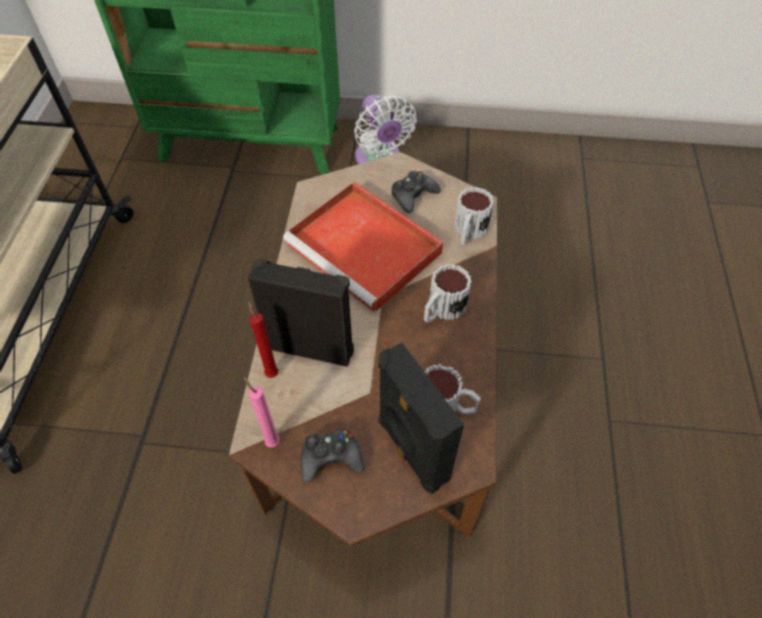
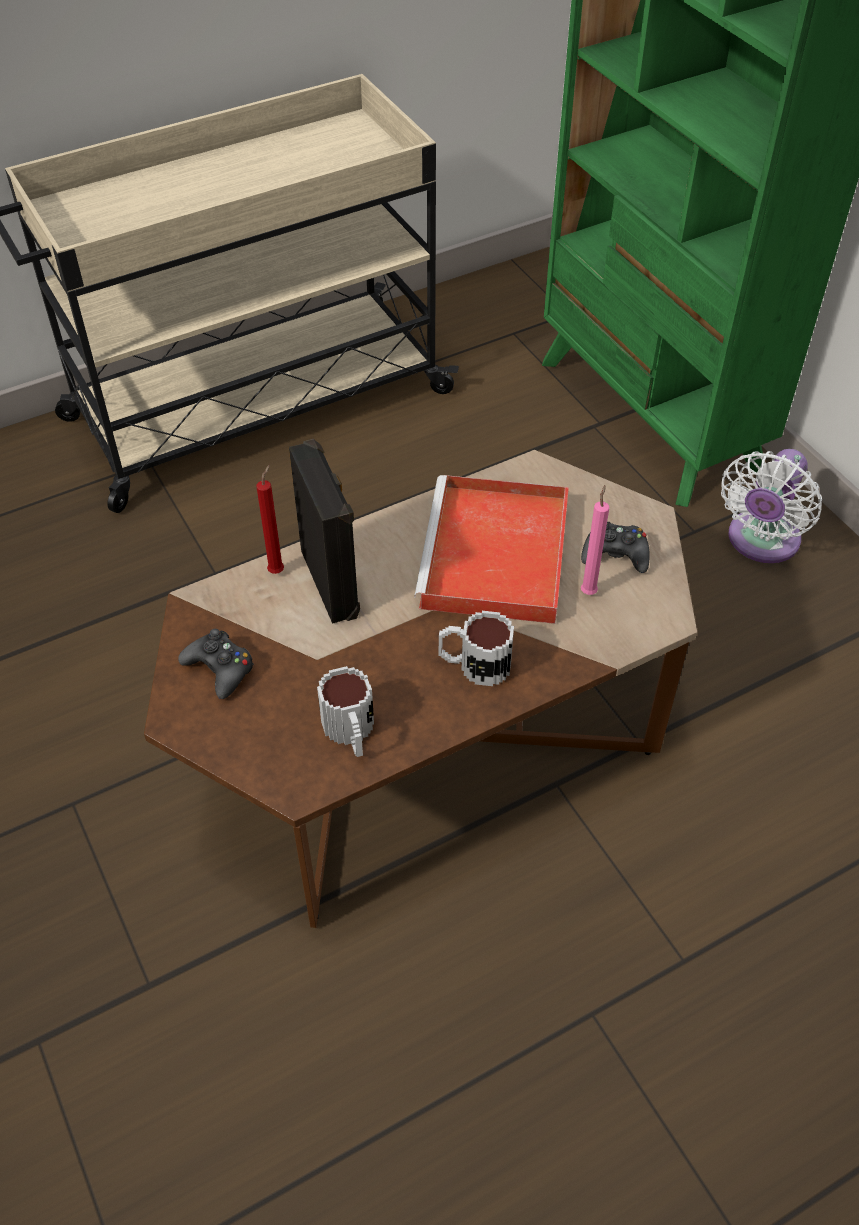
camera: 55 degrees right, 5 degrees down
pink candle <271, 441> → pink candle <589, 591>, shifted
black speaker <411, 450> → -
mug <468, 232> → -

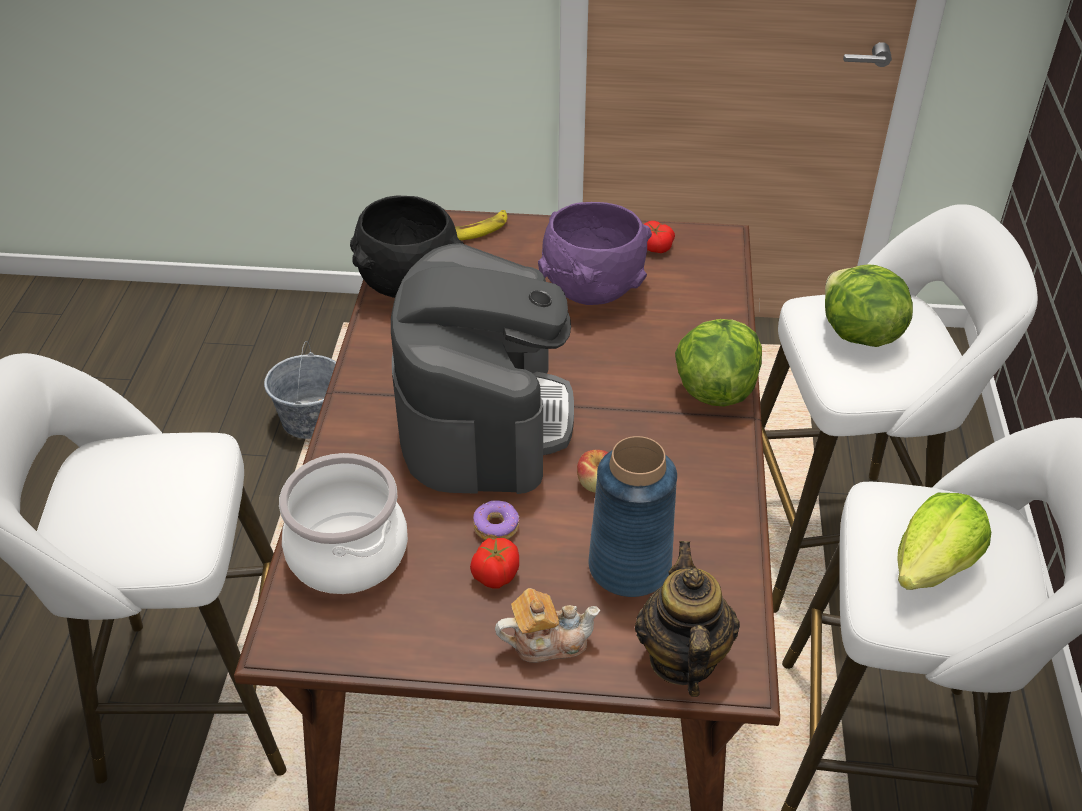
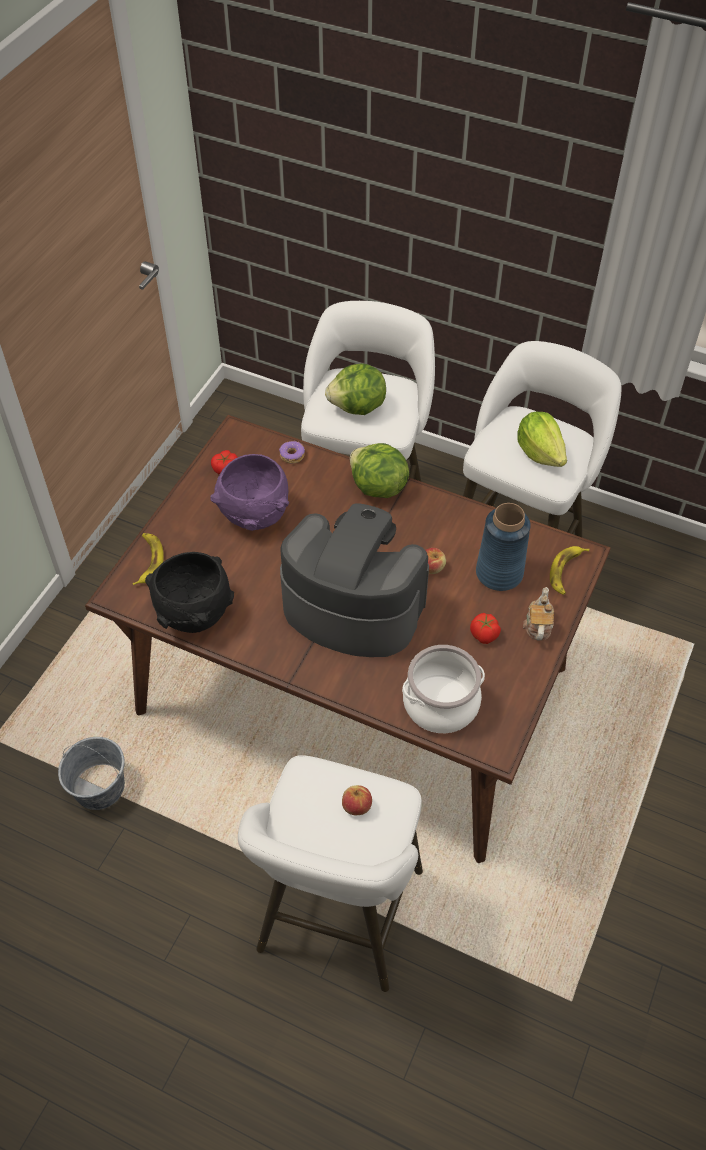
camera: 70 degrees left, 10 degrees up
donut <496, 526> → donut <292, 455>, shifted
teapot <681, 658> → banana <566, 571>
- → apple <356, 806>

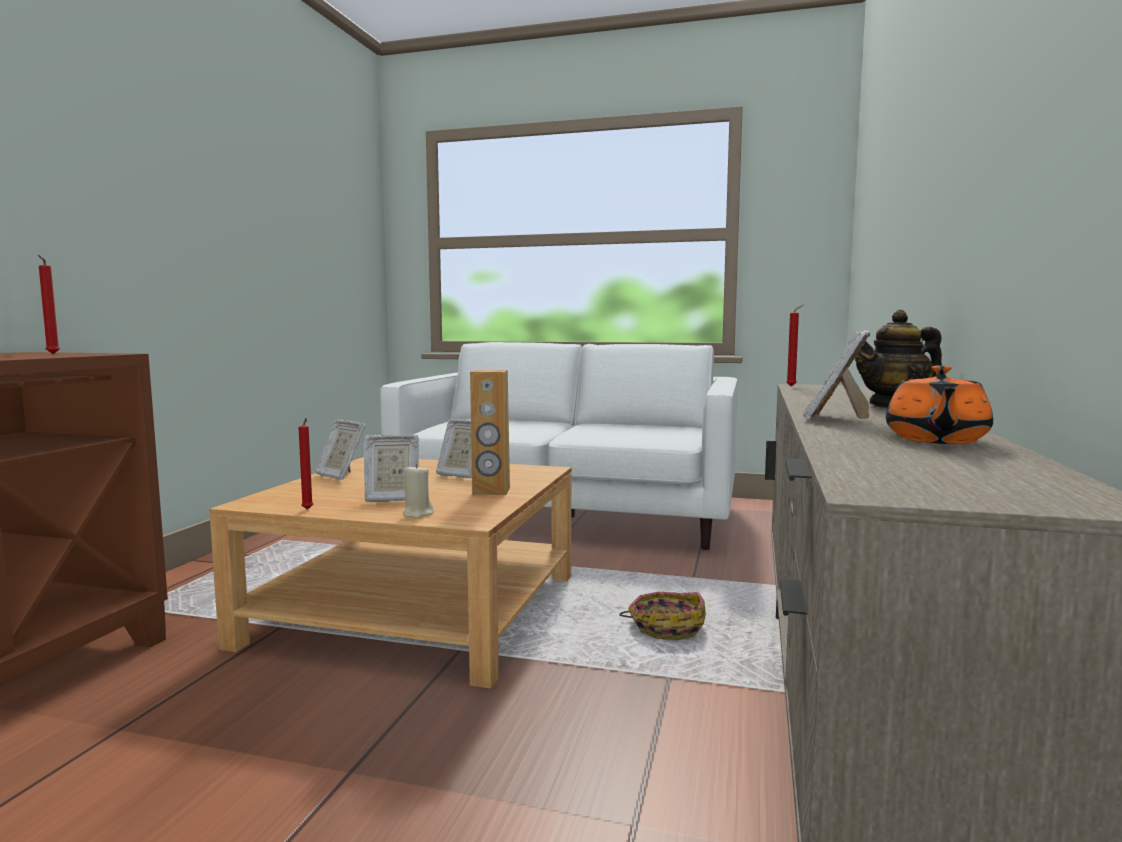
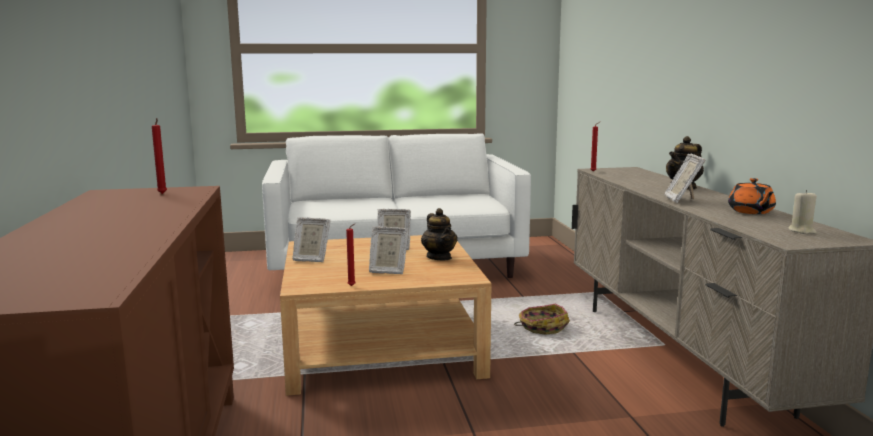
camera: 25 degrees left, 5 degrees up
picture frame <391, 498> → picture frame <387, 271>, 45 degrees clockwise
beige candle <417, 514> → beige candle <802, 231>, shifted
brown speaker <491, 491> → teapot <439, 257>

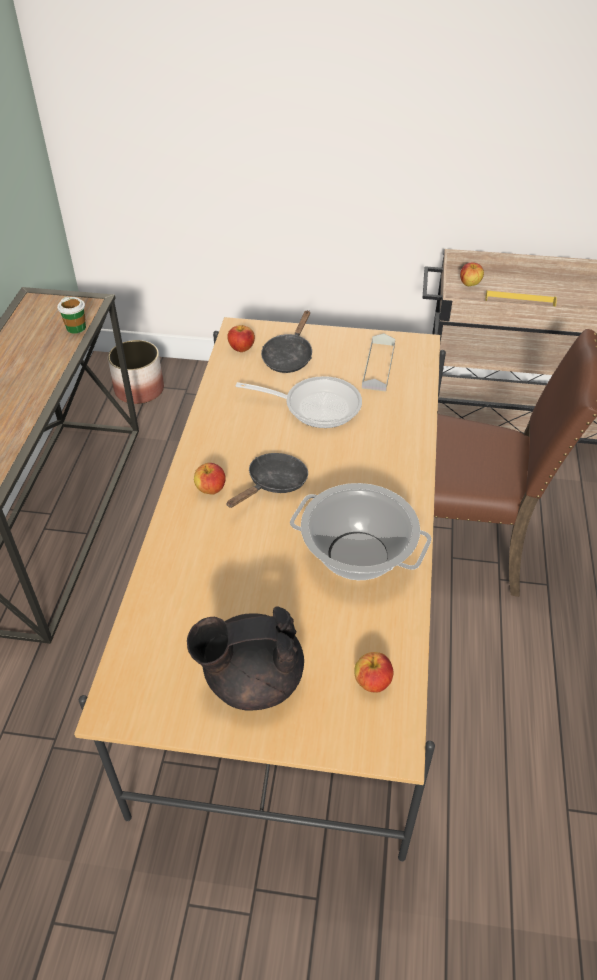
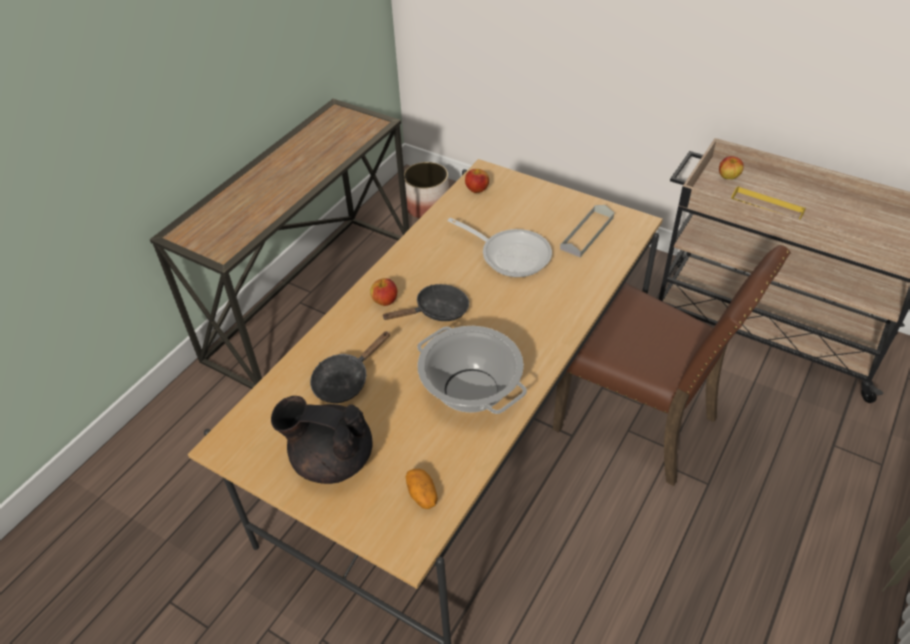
camera: 25 degrees right, 0 degrees up
cup <76, 328> → -
black frying pan <289, 356> → black frying pan <345, 380>, shifted
apple <372, 682> → potato <422, 495>

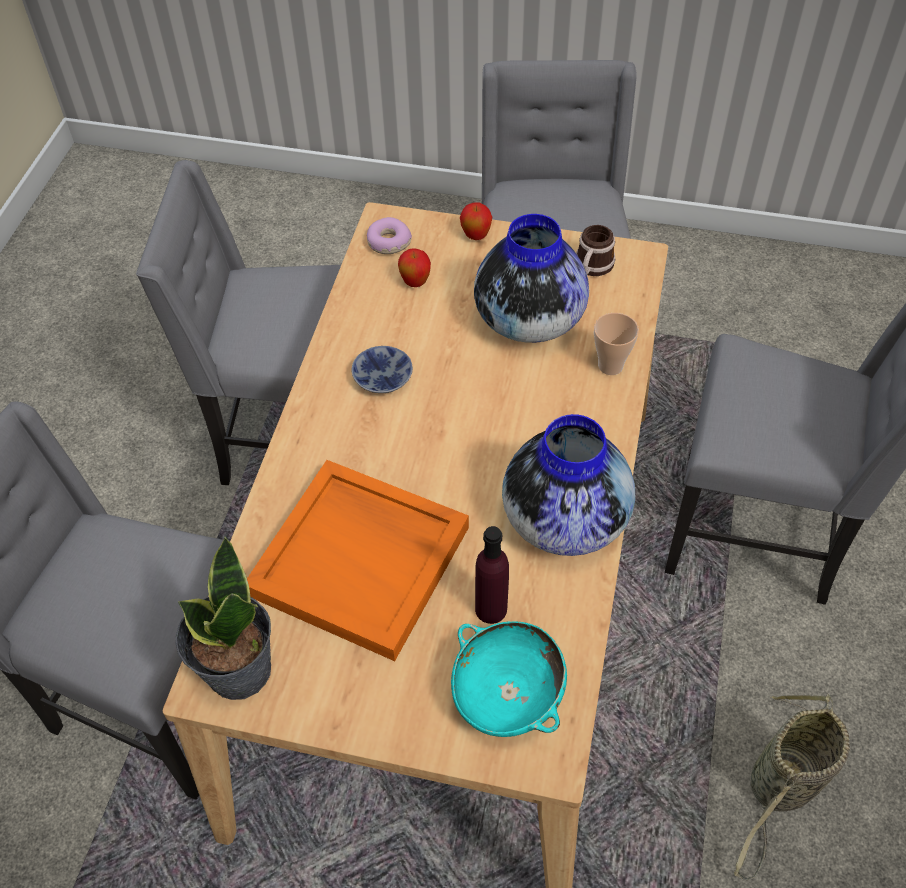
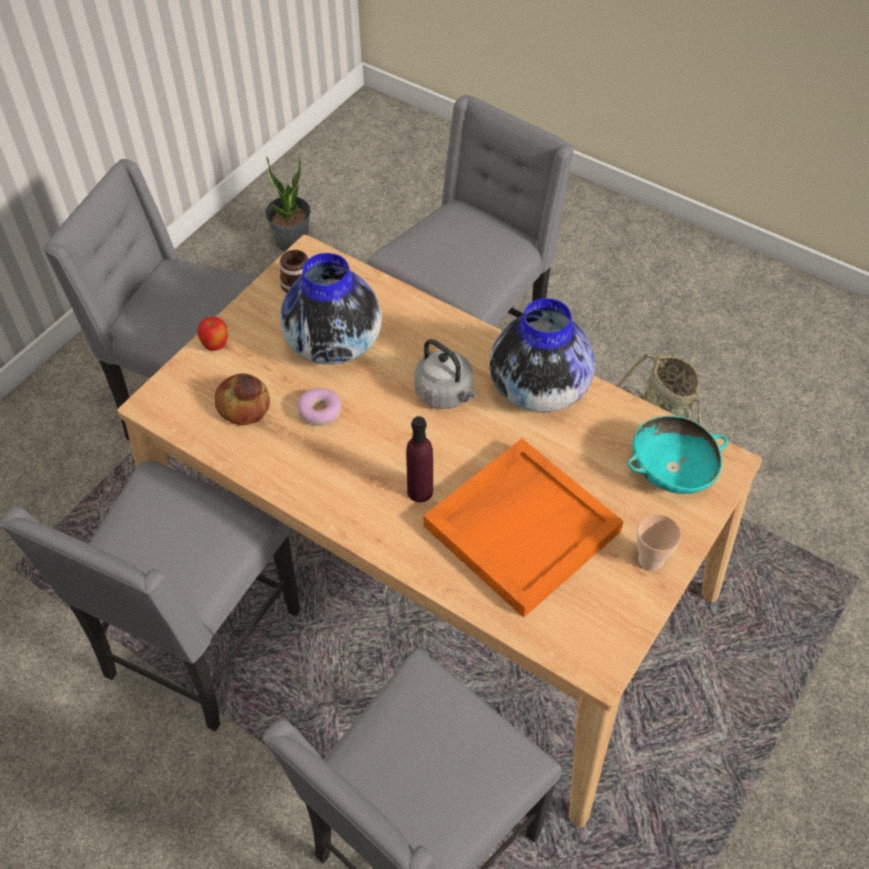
camera: 70 degrees left, 0 degrees up
potted plant <238, 670> → potted plant <292, 241>, shifted
bowl <380, 378> → -
donut <388, 242> → donut <320, 412>, shifted
apple <415, 283> → bread <244, 405>
purple bottle <491, 609> → purple bottle <420, 491>, shifted
cup <610, 366> → cup <650, 560>, shifted
- → grey kettle <446, 394>

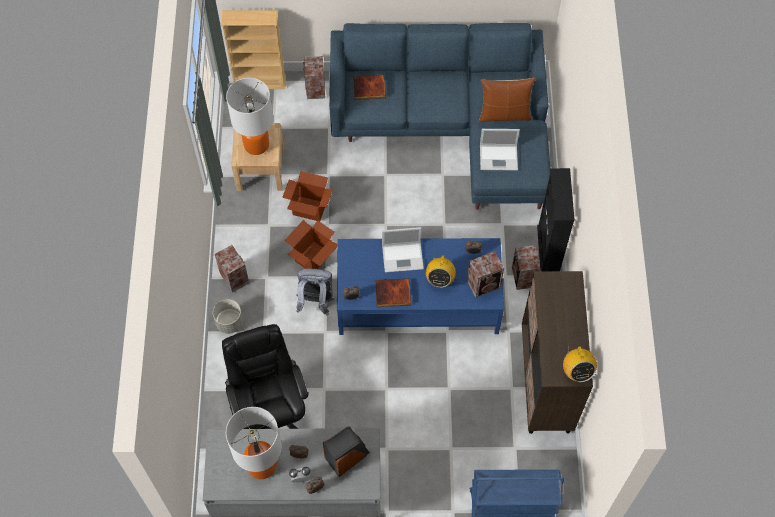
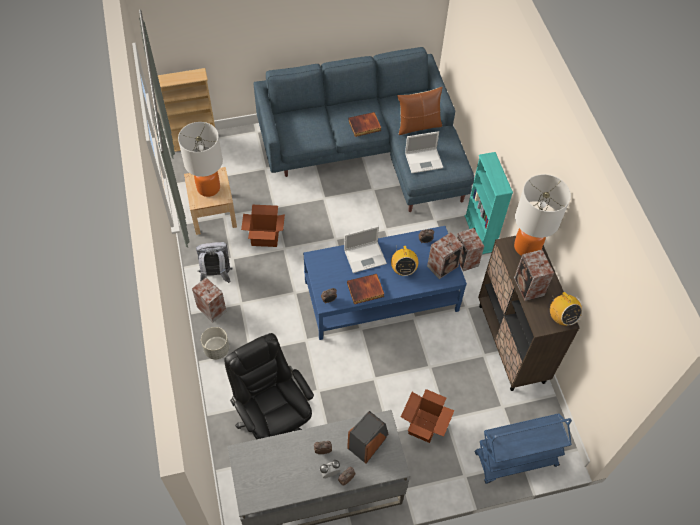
camera: 15 degrees left, 5 degrees down
table lamp <262, 465> → table lamp <527, 247>, shifted
cardboard box <313, 257> → cardboard box <424, 426>, shifted
grey backpack <316, 301> → grey backpack <216, 275>, shifted
speaker <315, 89> → speaker <529, 288>, shifted
book <369, 89> → book <364, 126>, shifted
black bookcase <548, 249> → turquoise bookcase <479, 233>

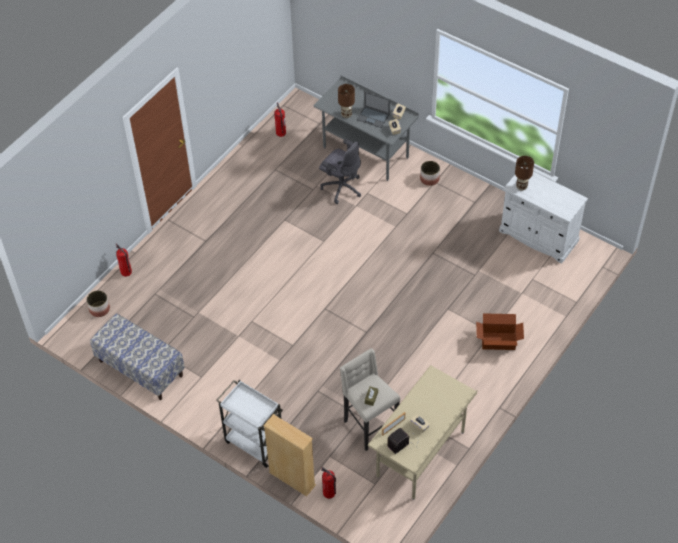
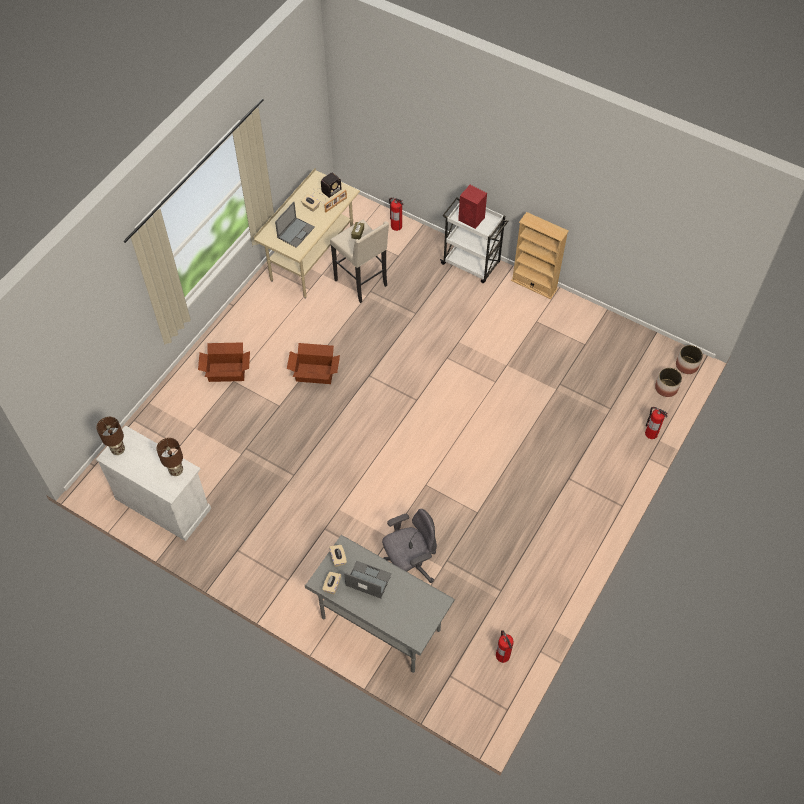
camera: 175 degrees right, 5 degrees up
bench <140, 368> → -
beige bookcase <292, 479> → beige bookcase <534, 285>, shifted
grey office chair <341, 187> → grey office chair <410, 565>, 120 degrees clockwise
brown table lamp <346, 115> → brown table lamp <118, 449>, shifted
planter <429, 179> → planter <687, 365>, shifted
- → laptop <296, 232>
- → cardboard box <315, 374>
- → red speaker <472, 219>

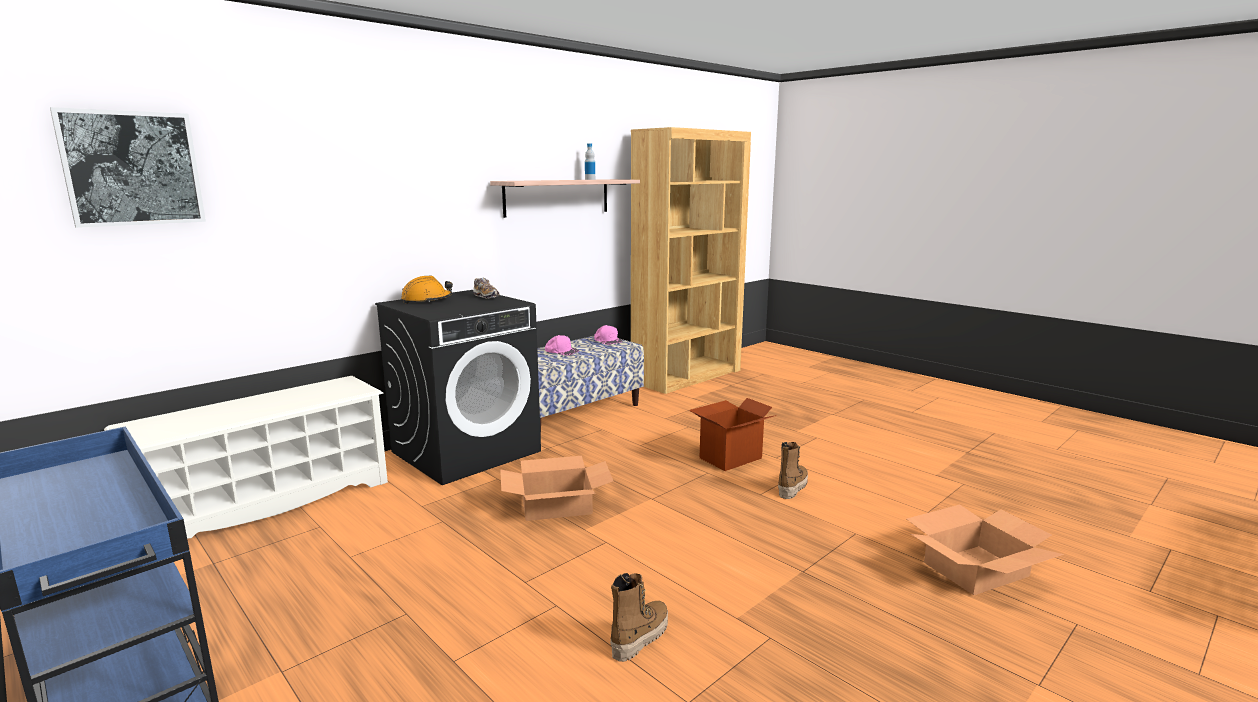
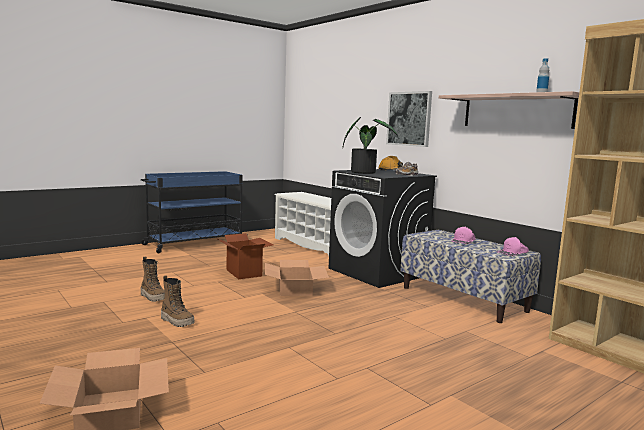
camera: 95 degrees right, 5 degrees down
picture <132, 168> → picture <409, 119>, shifted
cardboard box <729, 458> → cardboard box <244, 273>, shifted
boot <792, 487> → boot <177, 321>, shifted
- → potted plant <365, 172>

